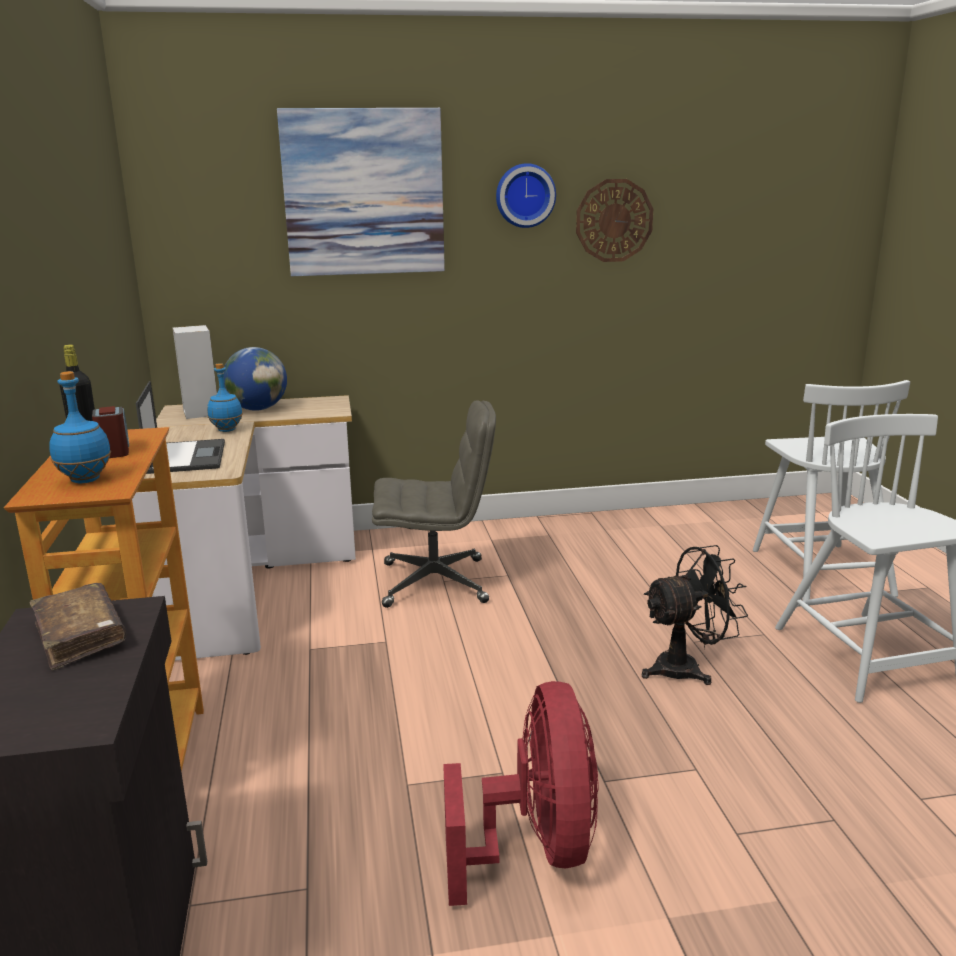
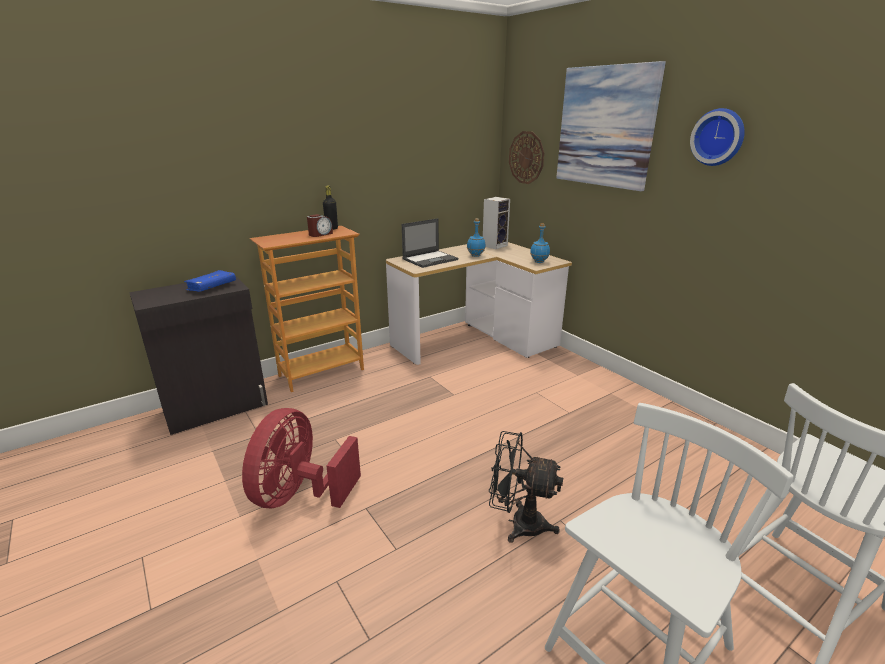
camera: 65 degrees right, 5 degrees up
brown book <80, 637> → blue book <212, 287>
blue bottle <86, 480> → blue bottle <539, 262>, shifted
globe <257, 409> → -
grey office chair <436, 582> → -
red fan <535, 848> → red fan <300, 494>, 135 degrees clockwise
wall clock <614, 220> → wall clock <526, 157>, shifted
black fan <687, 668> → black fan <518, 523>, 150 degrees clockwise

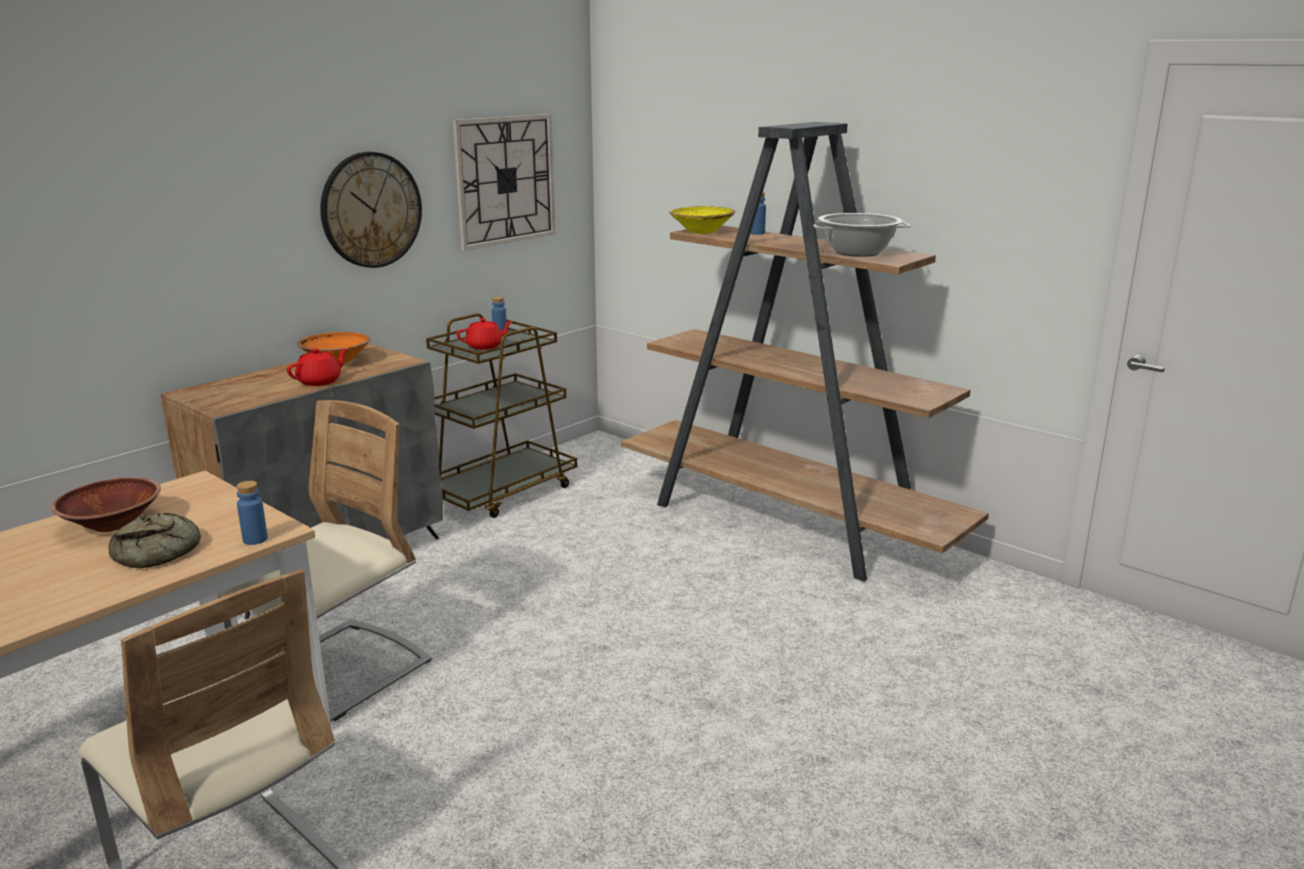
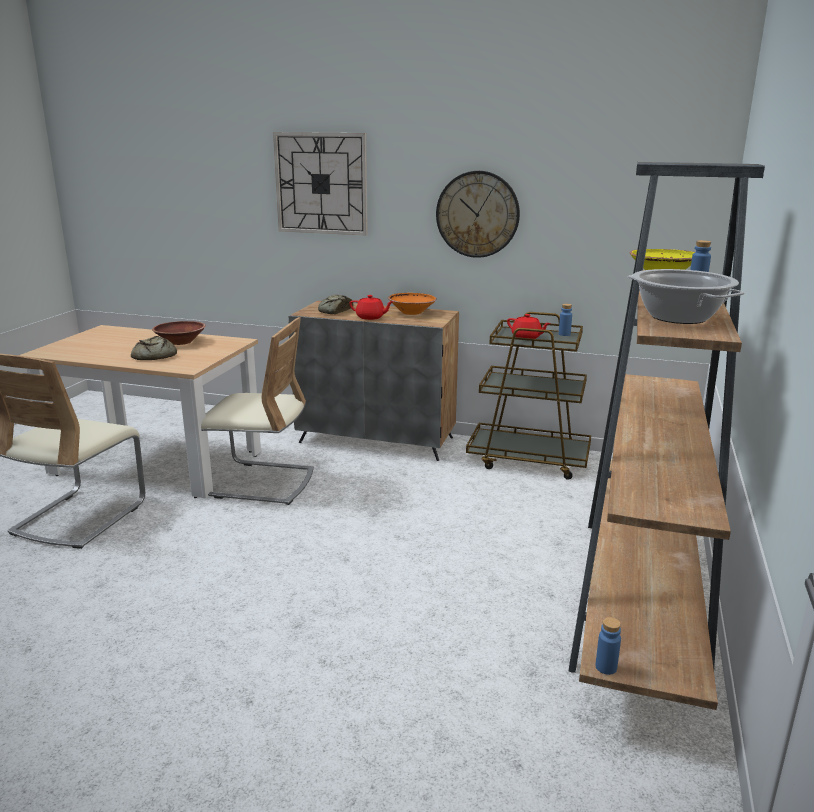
camera: 65 degrees right, 0 degrees up
blue bottle <255, 539> → blue bottle <606, 667>, shifted
wall clock <505, 180> → wall clock <321, 183>, shifted
- → bread <334, 311>

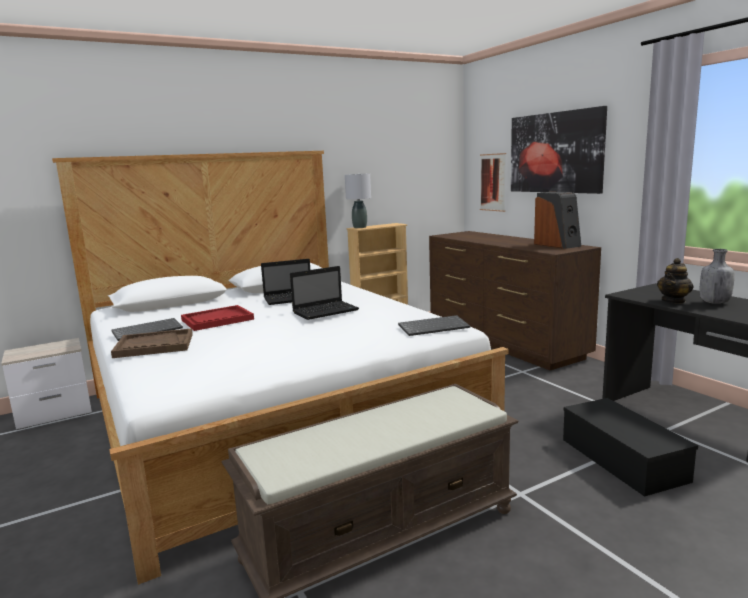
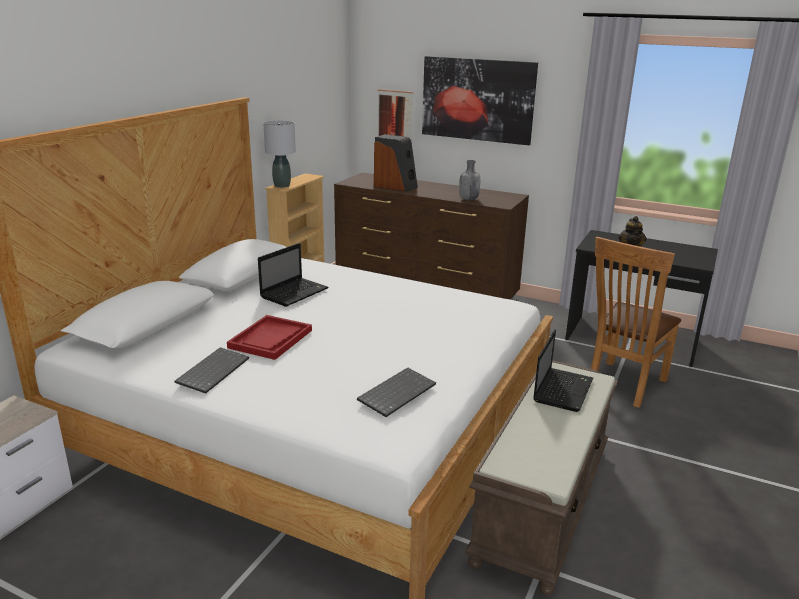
camera: 35 degrees left, 10 degrees up
brown tray <154, 345> → -
laptop <326, 311> → laptop <563, 389>, shifted
keyboard <434, 327> → keyboard <396, 392>, shifted
speaker <557, 245> → speaker <395, 186>, shifted
black storage box <620, 459> → brown chair <622, 386>
grey bottle <714, 302> → grey bottle <468, 199>, shifted

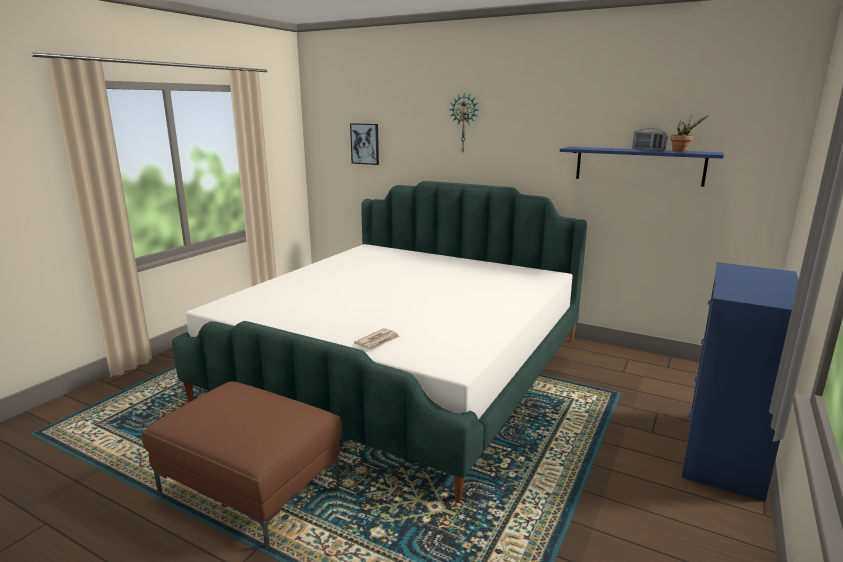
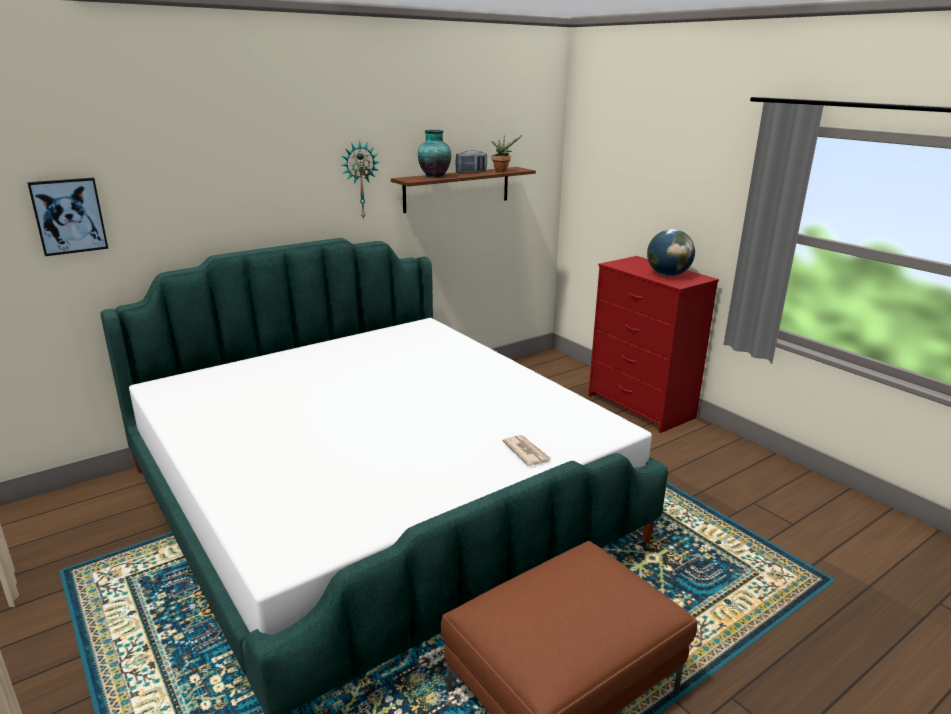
camera: 65 degrees left, 5 degrees up
wall clock <464, 123> → wall clock <360, 180>, shifted
blue shelf <639, 165> → brown shelf <457, 189>
blue dresser <723, 454> → red dresser <641, 407>
- → vase <434, 176>
- → globe <667, 275>

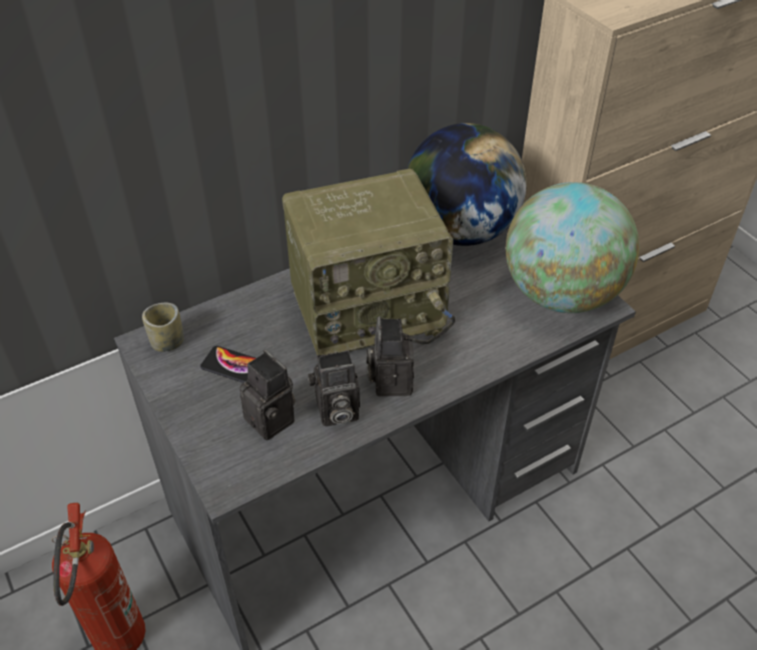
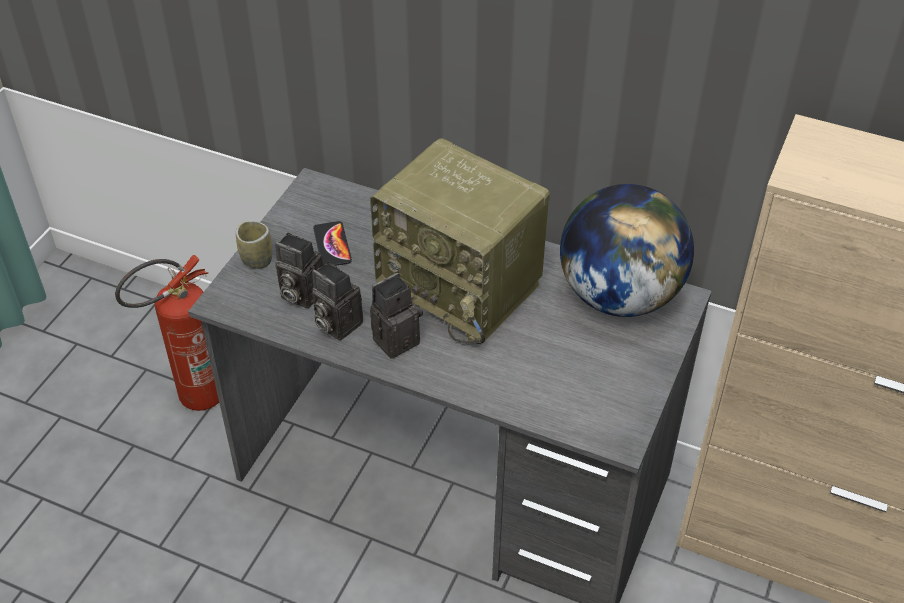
camera: 55 degrees right, 0 degrees up
cup <167, 342> → cup <257, 259>, shifted
photo camera <274, 420> → photo camera <299, 293>, 105 degrees clockwise
globe <561, 294> → -

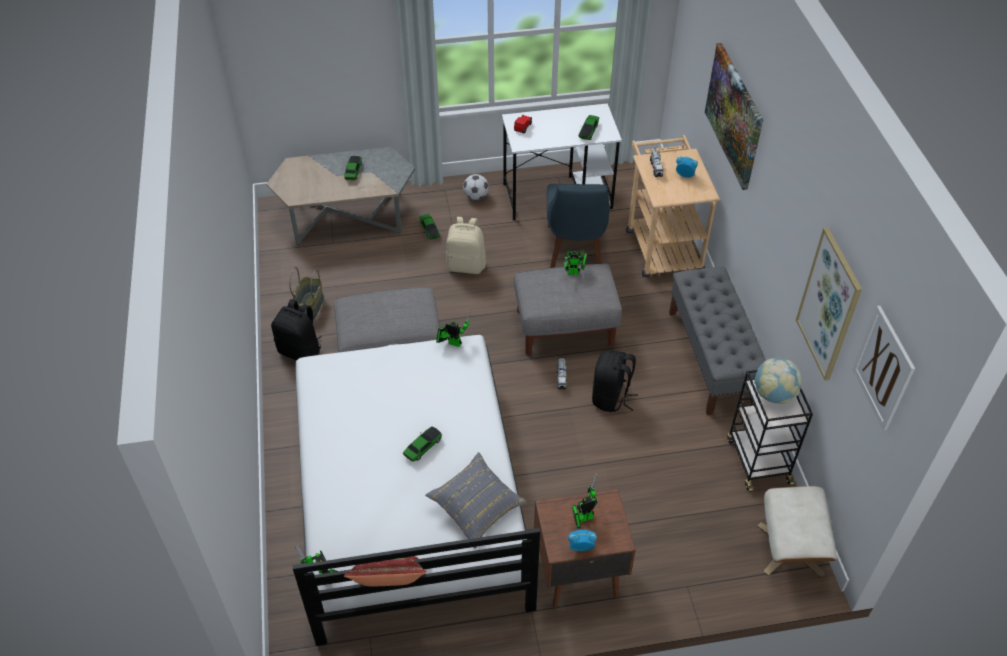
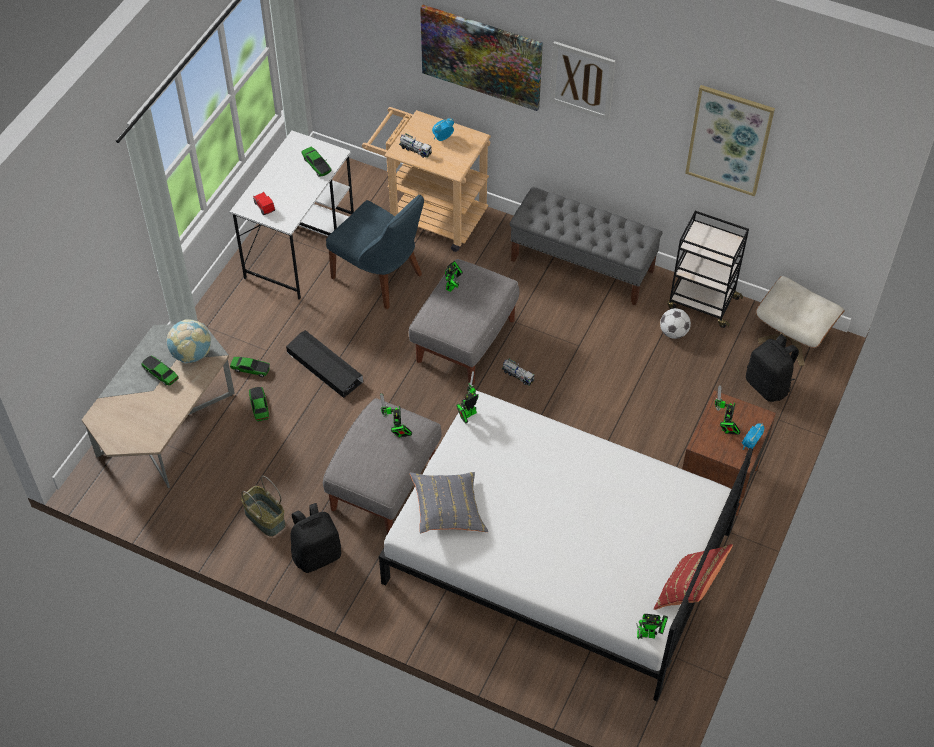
camera: 55 degrees left, 5 degrees up
toy car <422, 447> → toy car <259, 407>, shifted
grey pillow <476, 507> → grey pillow <448, 510>, shifted
beige backpack <466, 265> → black storage box <324, 367>
football <476, 196> → football <673, 332>, shifted
black backpack <611, 397> → black backpack <768, 385>, shifted
globe <773, 394> → globe <191, 354>, shifted
picture <883, 368> → picture <582, 80>, shifted
- → toy robot <397, 431>

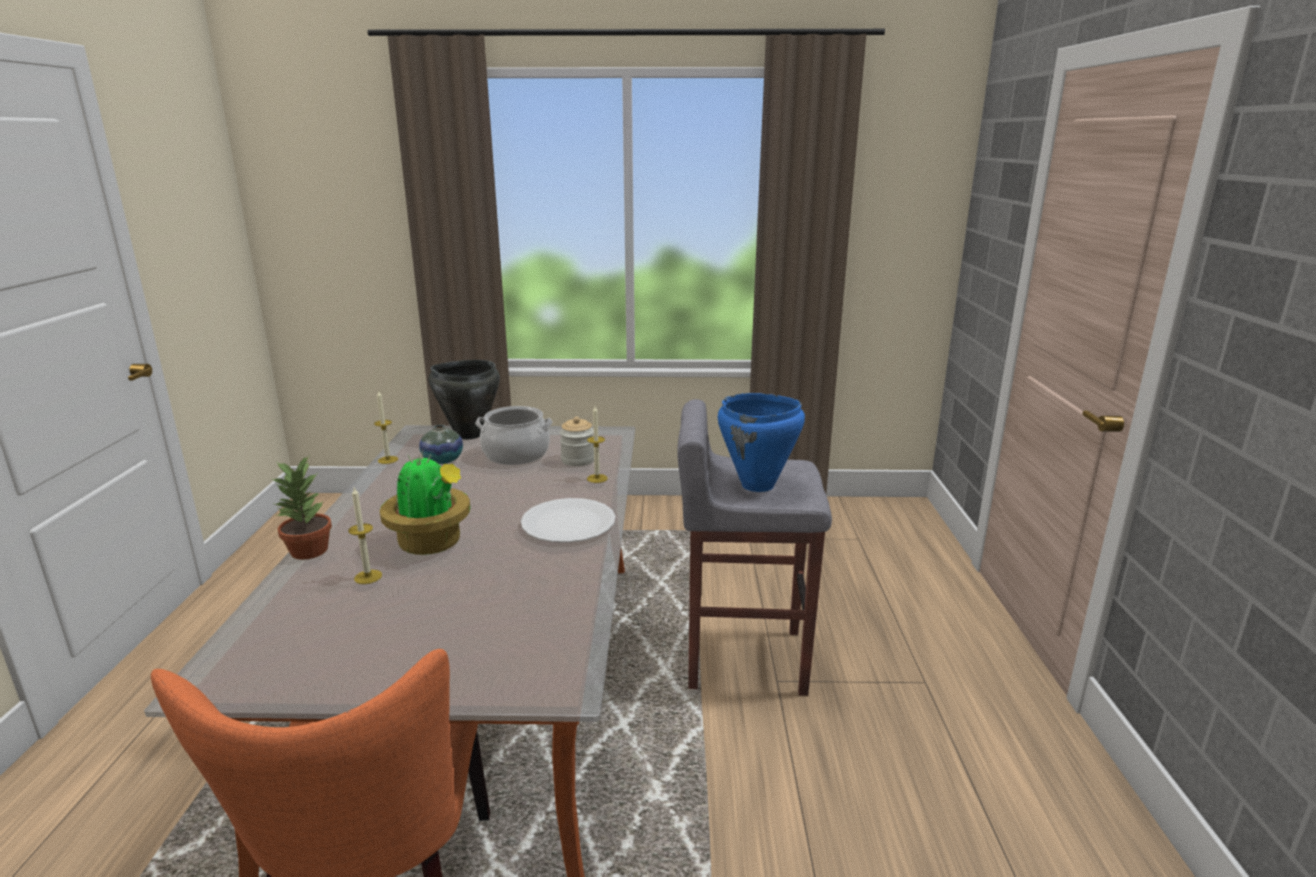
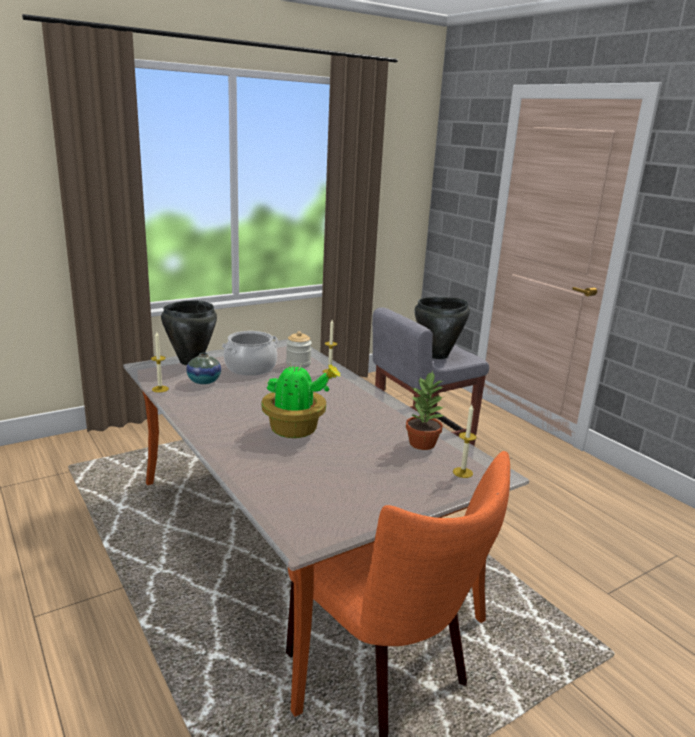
camera: 35 degrees left, 0 degrees up
potted plant <310, 551> → potted plant <423, 443>, shifted
candle <368, 577> → candle <462, 472>, shifted
white plate <568, 523> → -
blue cooking pot <758, 485> → black cooking pot <437, 355>

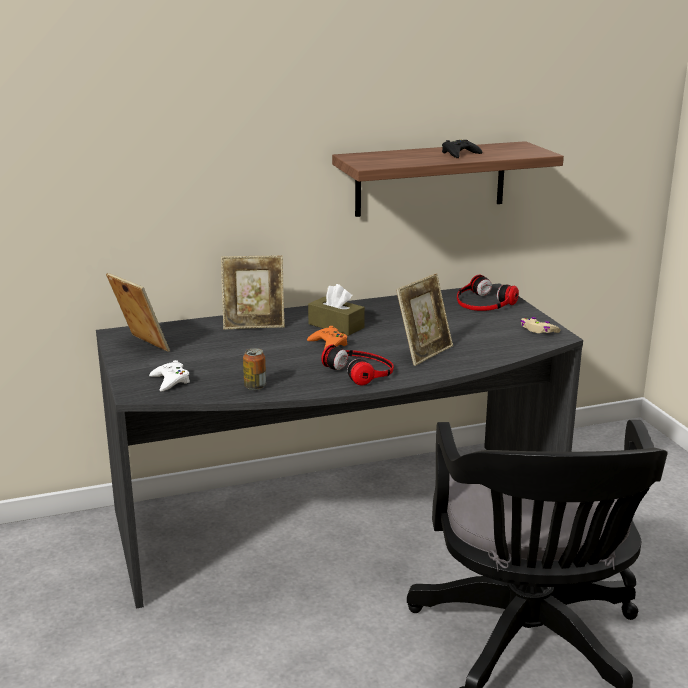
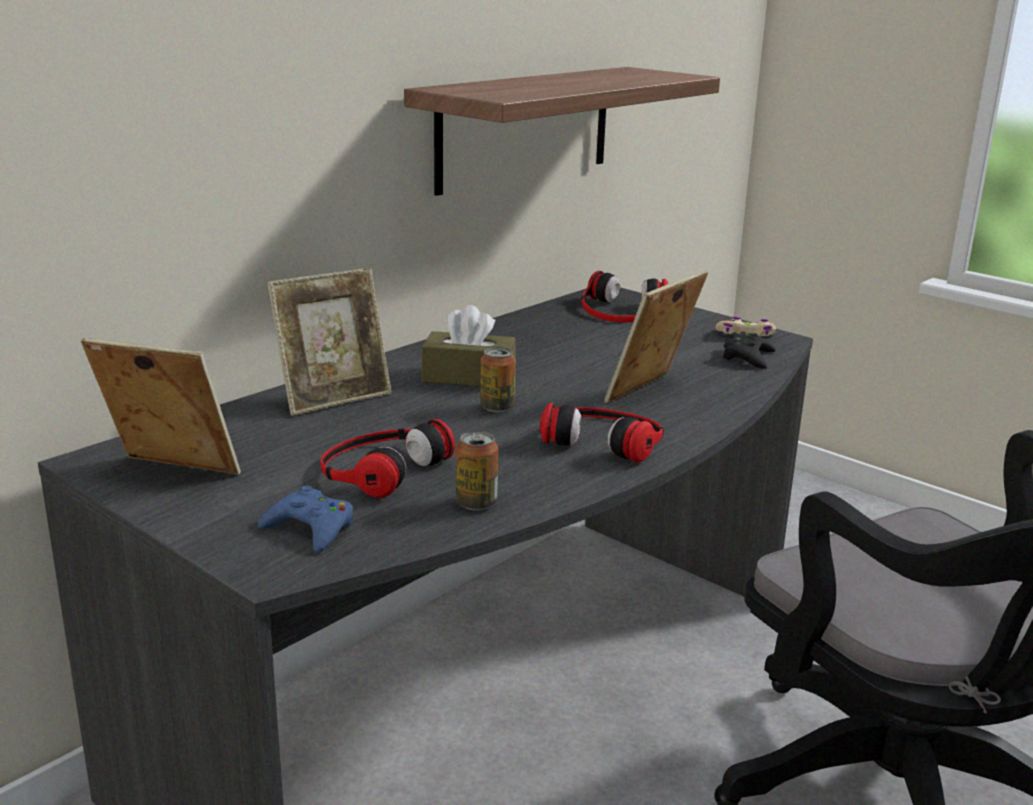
camera: 30 degrees left, 0 degrees up
white game controller <170, 381> → blue game controller <311, 528>
orange game controller <328, 344> → can <497, 407>
picture frame <424, 353> → picture frame <651, 393>, 150 degrees counterclockwise
black game controller <460, 154> → black game controller <748, 357>, shifted
- → headphones <380, 468>

